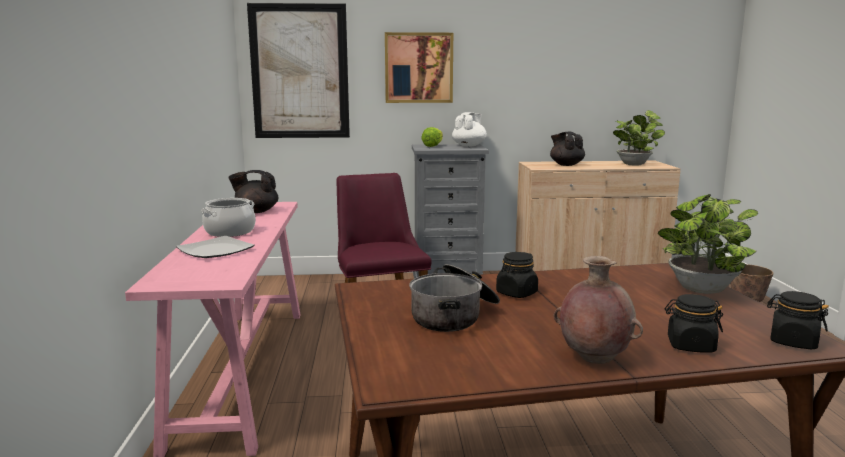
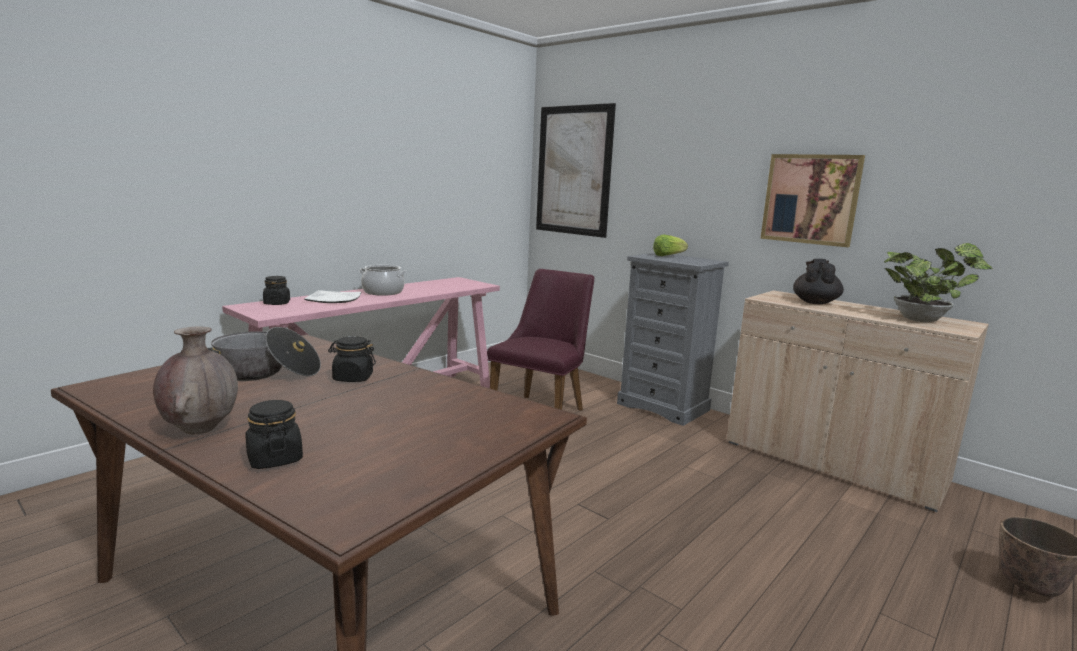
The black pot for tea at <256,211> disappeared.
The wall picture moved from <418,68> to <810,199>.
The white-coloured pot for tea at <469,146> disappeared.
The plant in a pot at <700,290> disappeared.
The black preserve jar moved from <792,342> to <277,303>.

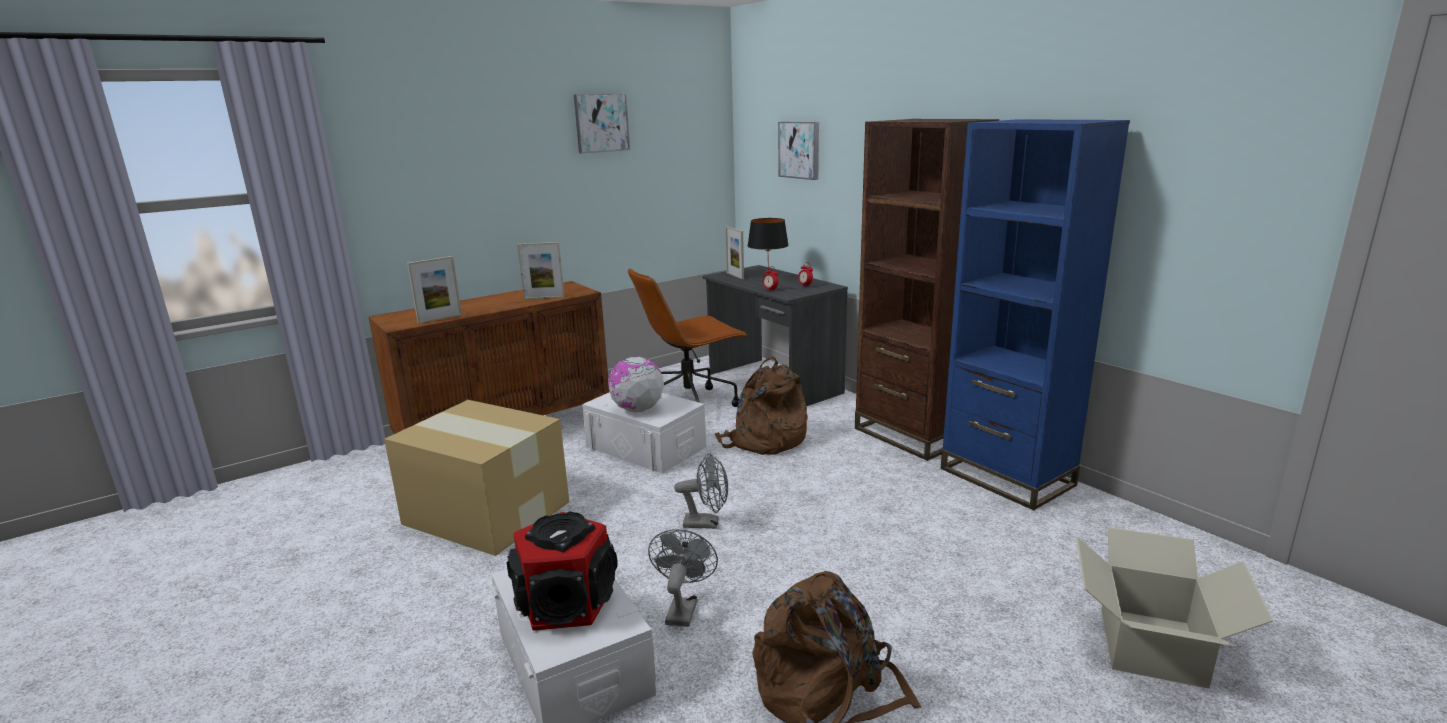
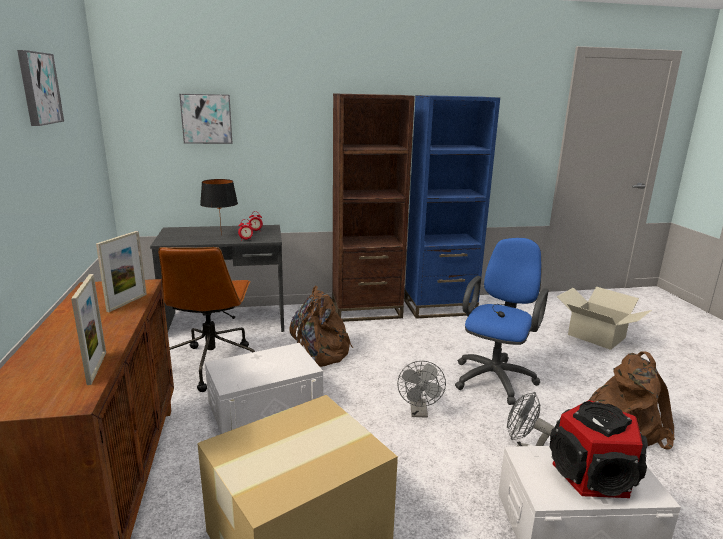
The globe at <637,410> disappeared.
The gray cooling fan at <707,523> turned 150 degrees clockwise.
The photo frame at <735,275> disappeared.
The bluish office chair at <495,377> appeared.

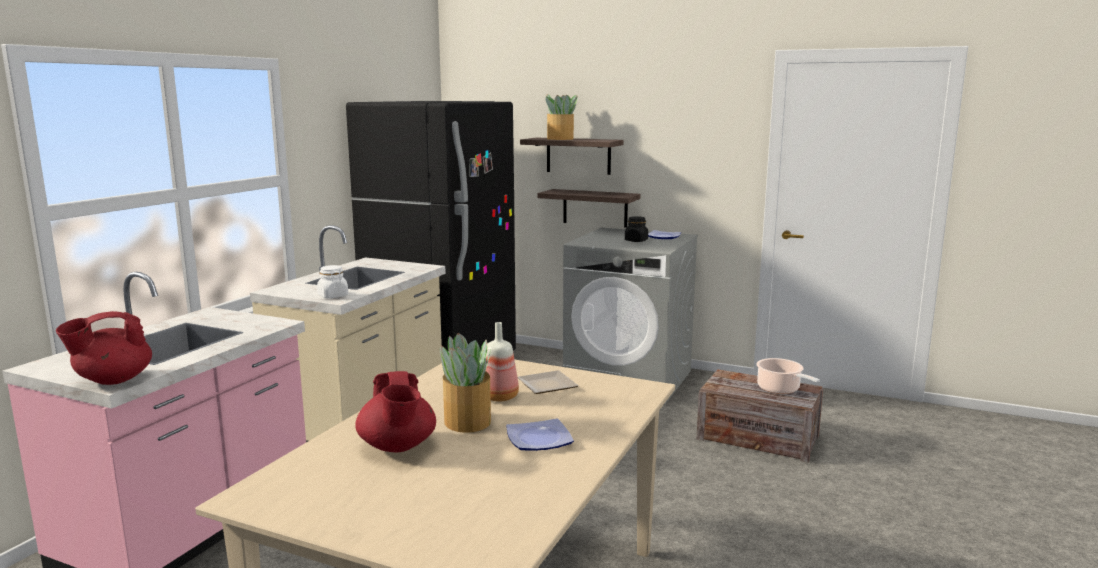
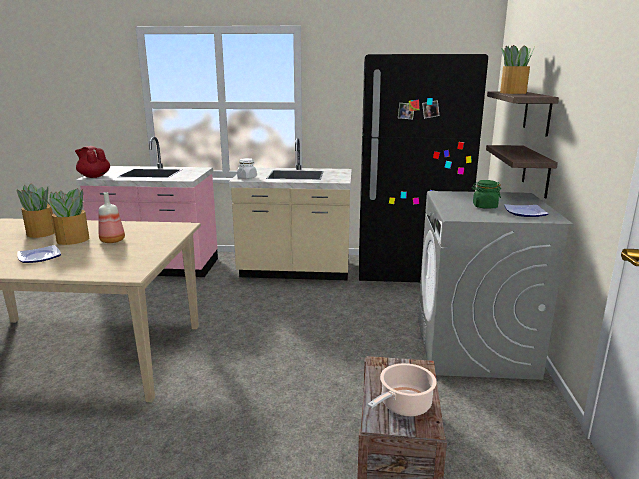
The red pot for tea at <397,447> was replaced by the plant in a pot at <41,233>.
The dinner plate at <548,384> disappeared.
The black preserve jar at <636,240> became the green-coloured preserve jar at <484,206>.

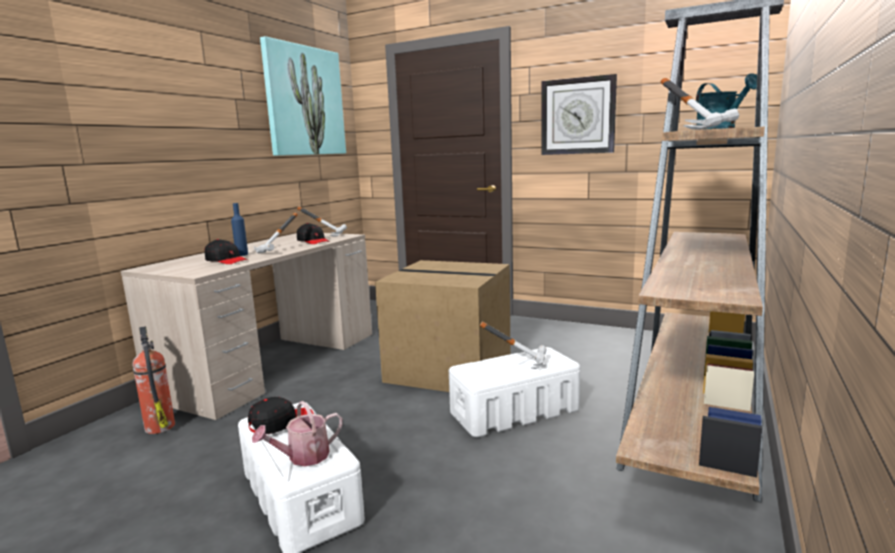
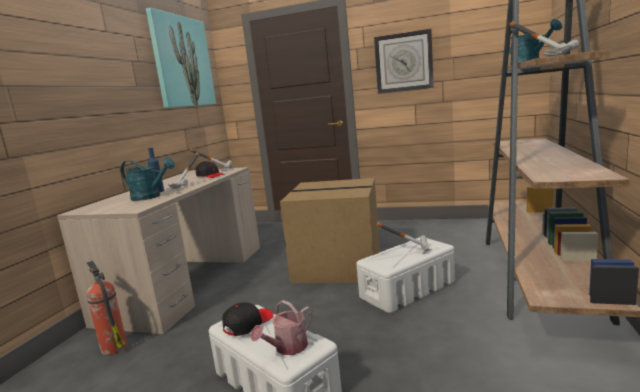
The black baseball cap at <226,260> was replaced by the turquoise watering pot at <150,197>.

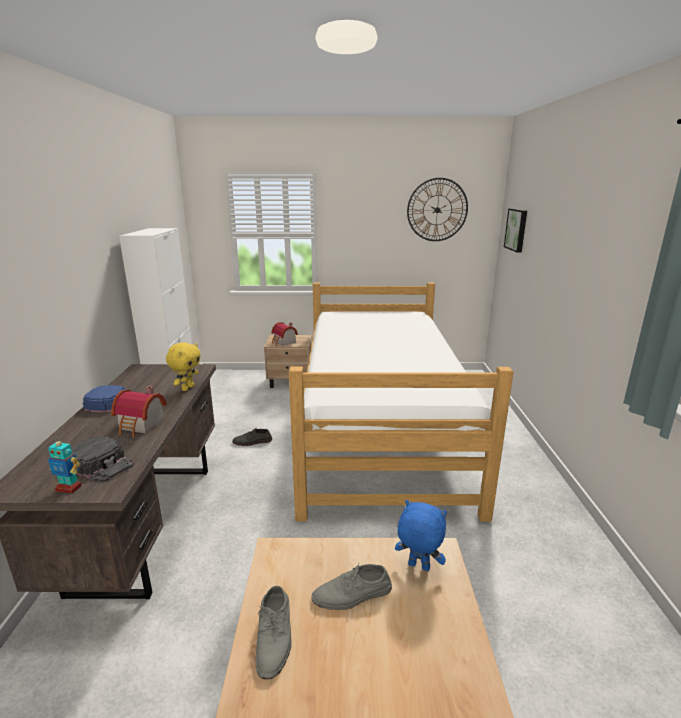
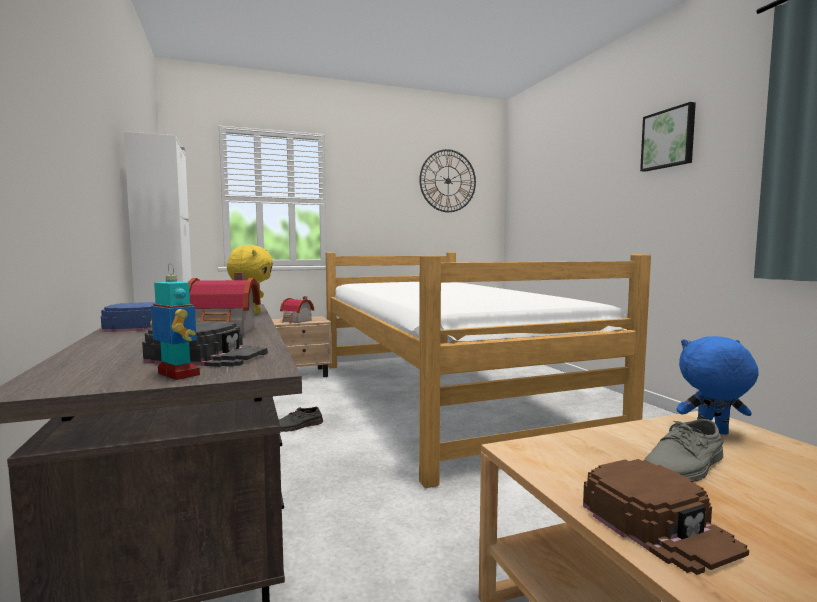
The robot figure at <69,488> turned 135 degrees counterclockwise.
The gray low shoe at <275,636> was replaced by the brown-coloured baseball cap at <659,525>.
The wall picture moved from <517,229> to <669,139>.

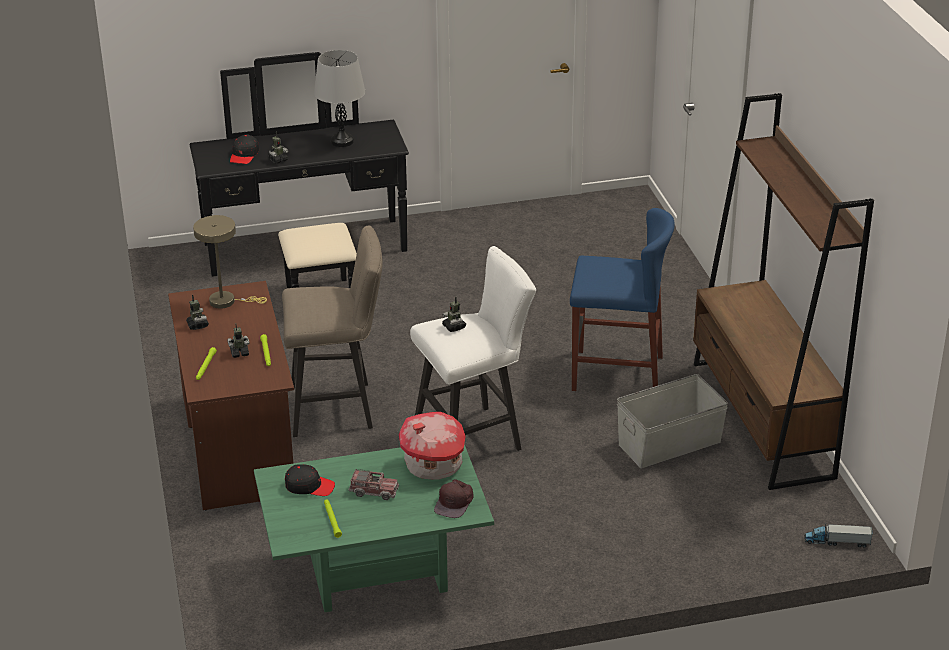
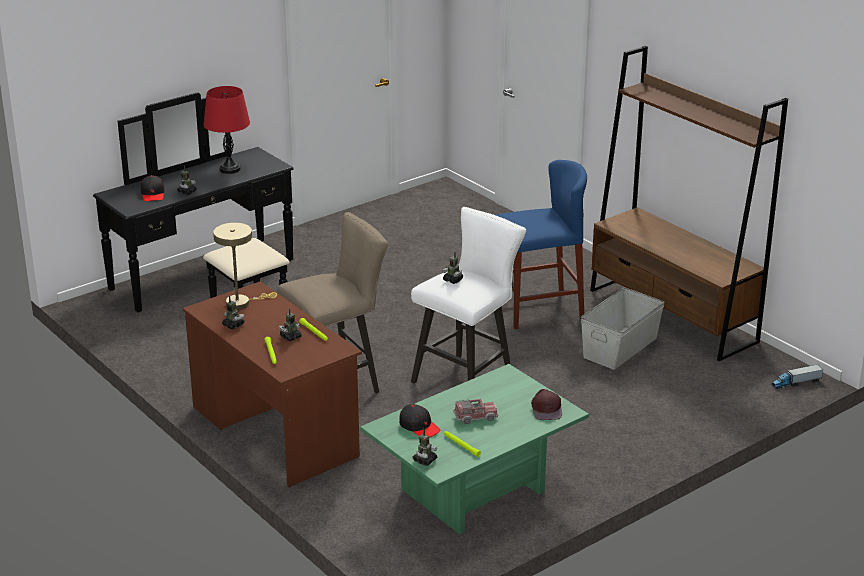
The black baseball cap at <309,486> turned 60 degrees clockwise.
The gray lamp for a table at <342,141> became the red lamp for a table at <230,169>.
The toy house at <433,466> disappeared.
The robot figure at <425,460> appeared.

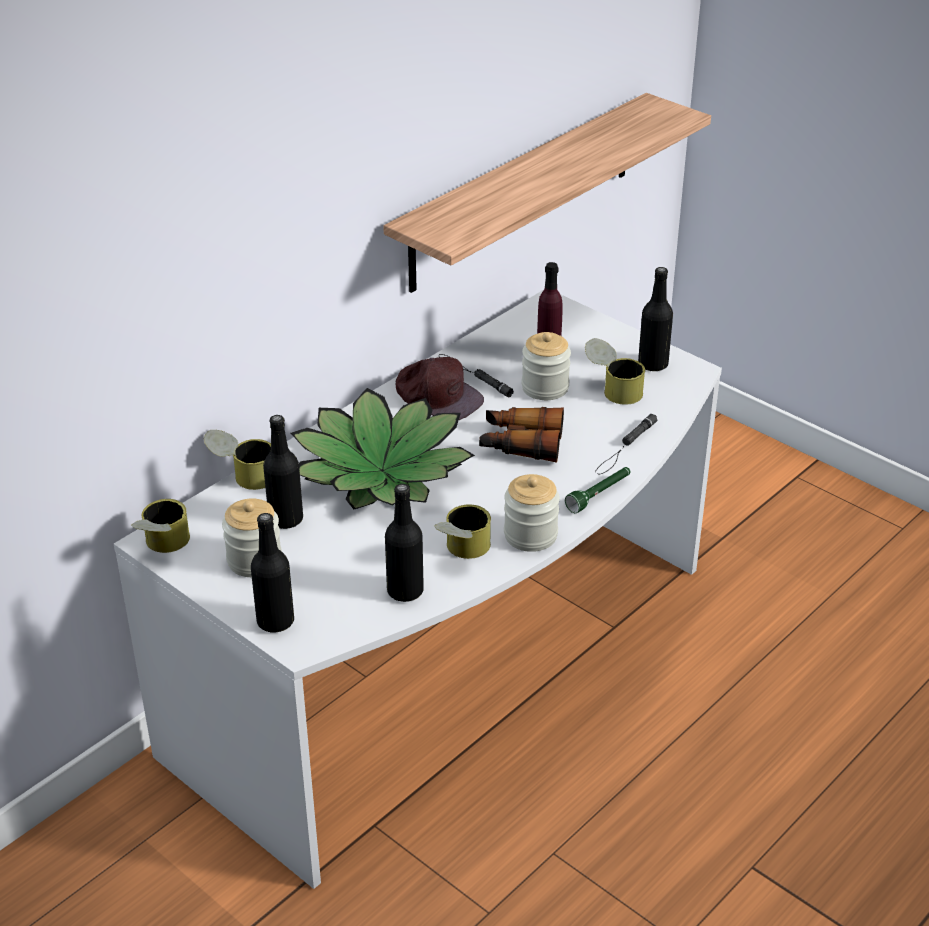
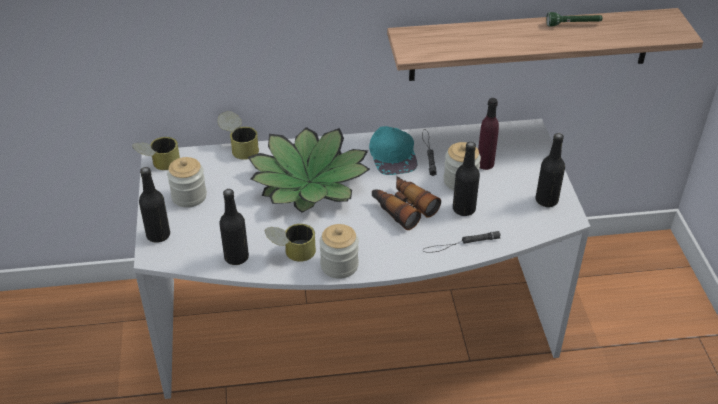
The black beverage bottle moved from <286,519> to <464,209>.
The brown-coloured baseball cap at <438,396> became the turquoise baseball cap at <393,154>.
The green-coloured torch moved from <599,495> to <573,24>.
The can at <613,389> disappeared.

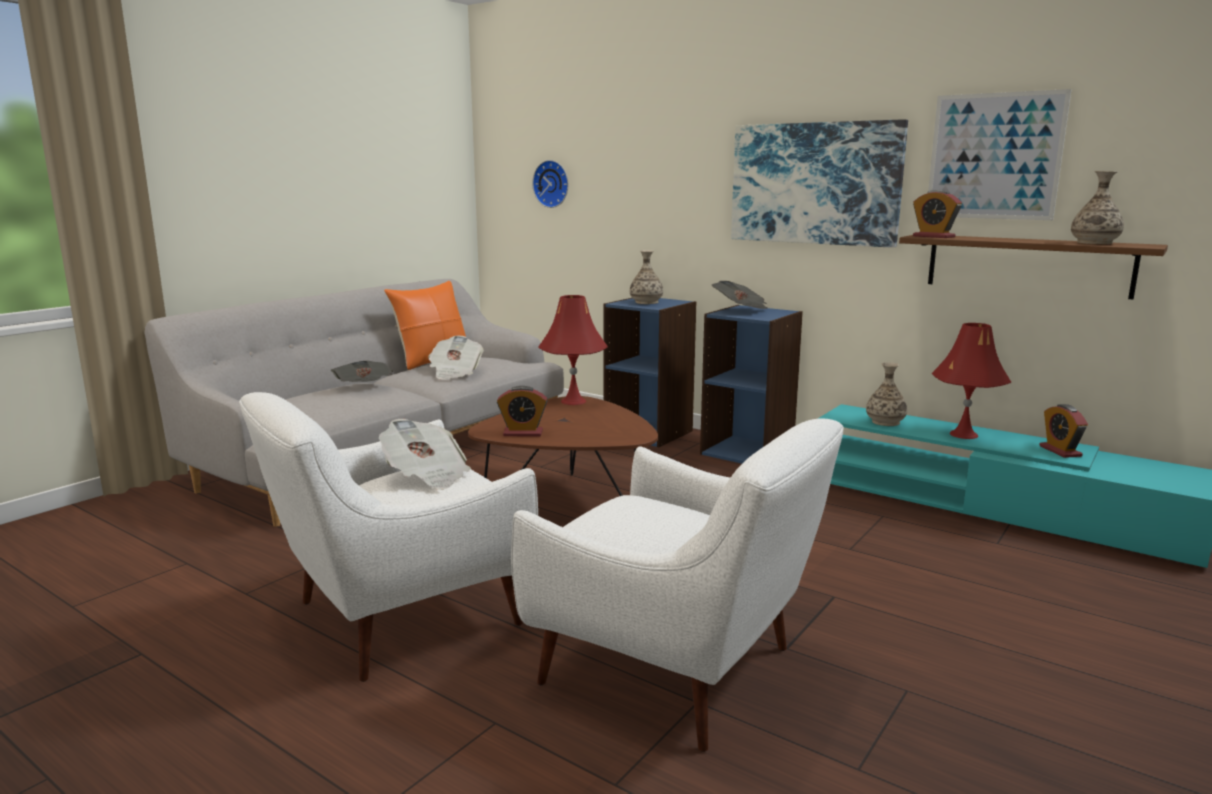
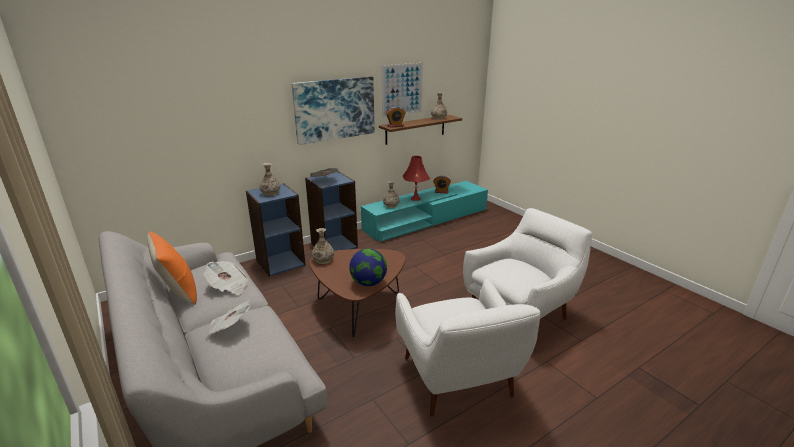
The printed paper at <426,476> disappeared.
The alarm clock at <523,433> was replaced by the globe at <368,283>.
The wall clock at <552,184> disappeared.
The red lamp for a table at <573,401> was replaced by the decorative vase at <323,260>.

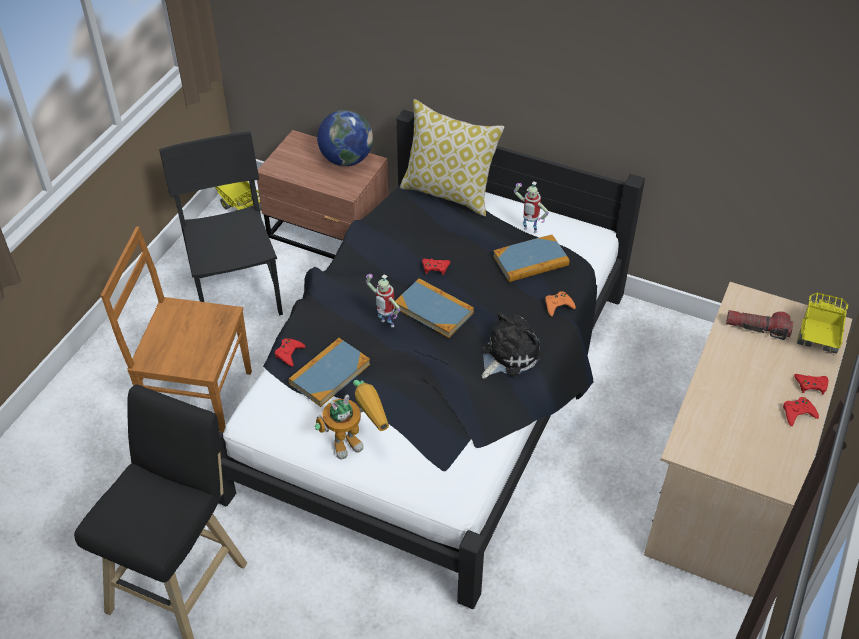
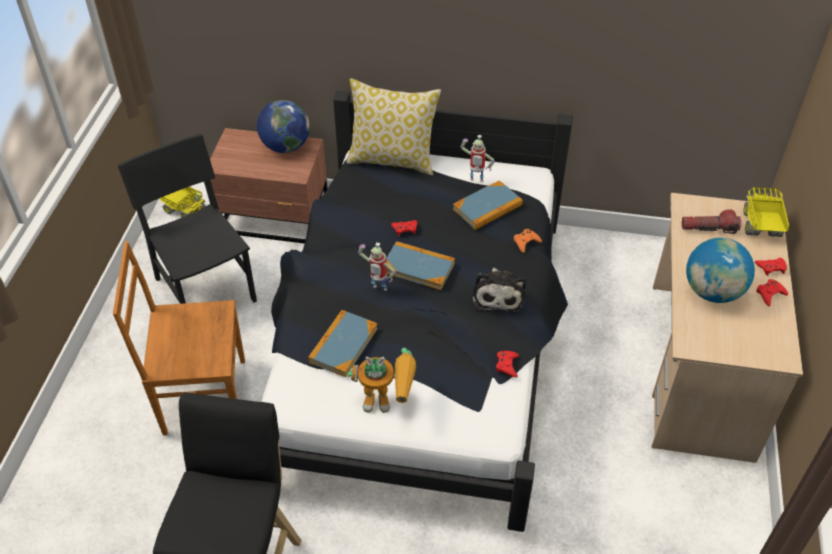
The red gamepad moved from <289,353> to <507,365>.
The robot figure at <356,439> turned 45 degrees clockwise.
The soft toy at <508,355> turned 150 degrees clockwise.
The globe at <713,292> appeared.

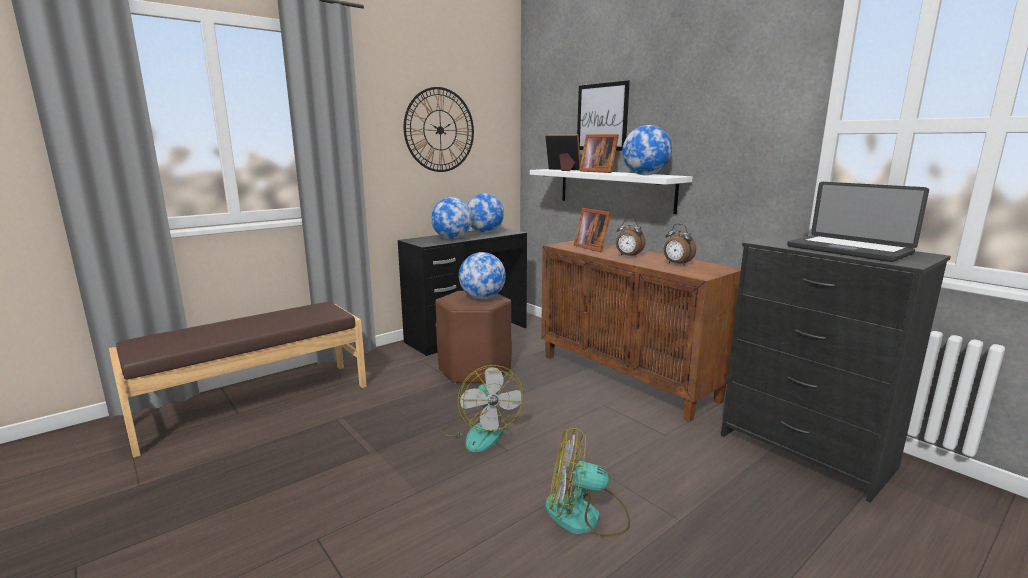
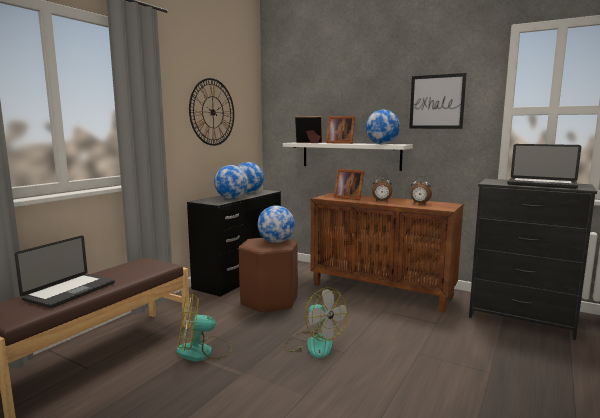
The cooling fan moved from <585,516> to <203,352>.
The wall picture moved from <602,117> to <437,102>.
The portable computer at <70,291> appeared.

